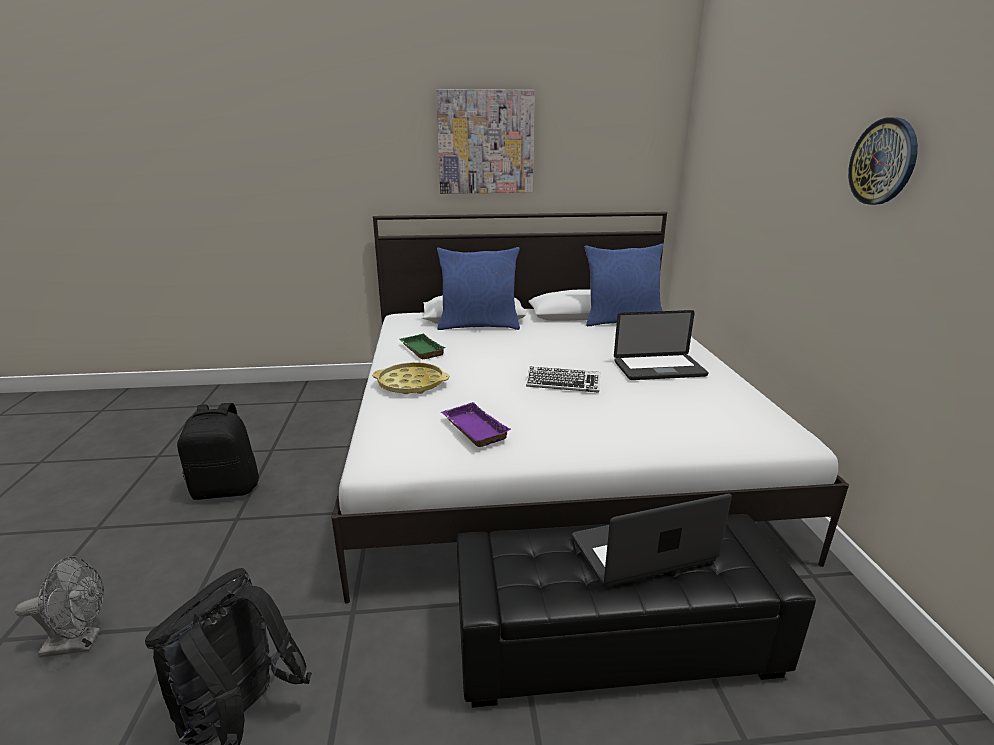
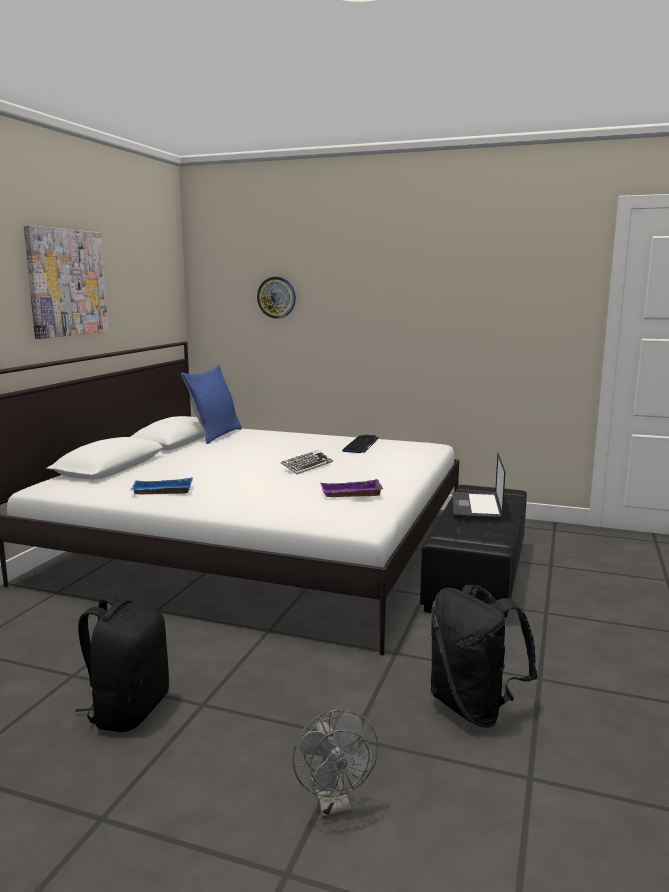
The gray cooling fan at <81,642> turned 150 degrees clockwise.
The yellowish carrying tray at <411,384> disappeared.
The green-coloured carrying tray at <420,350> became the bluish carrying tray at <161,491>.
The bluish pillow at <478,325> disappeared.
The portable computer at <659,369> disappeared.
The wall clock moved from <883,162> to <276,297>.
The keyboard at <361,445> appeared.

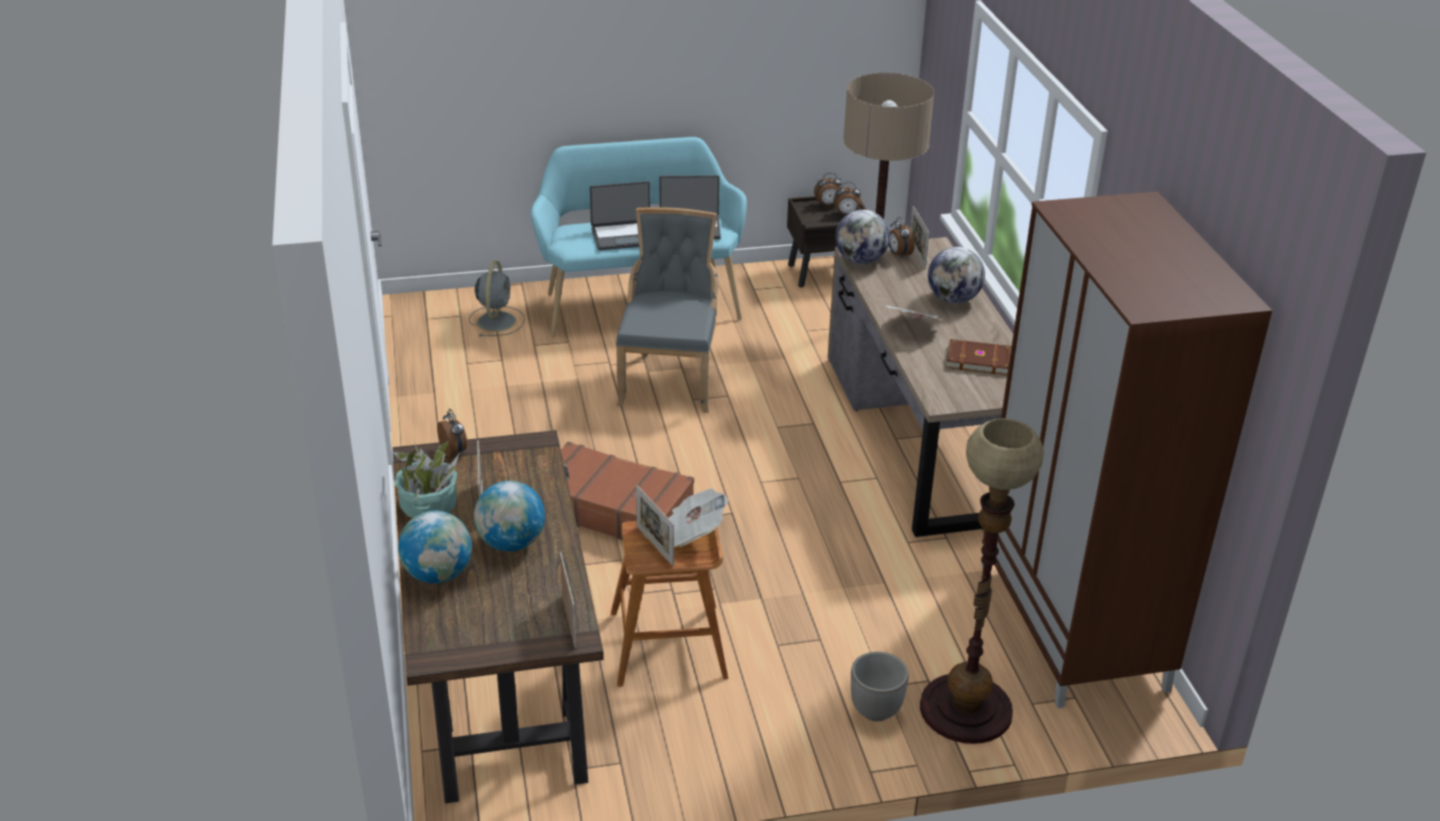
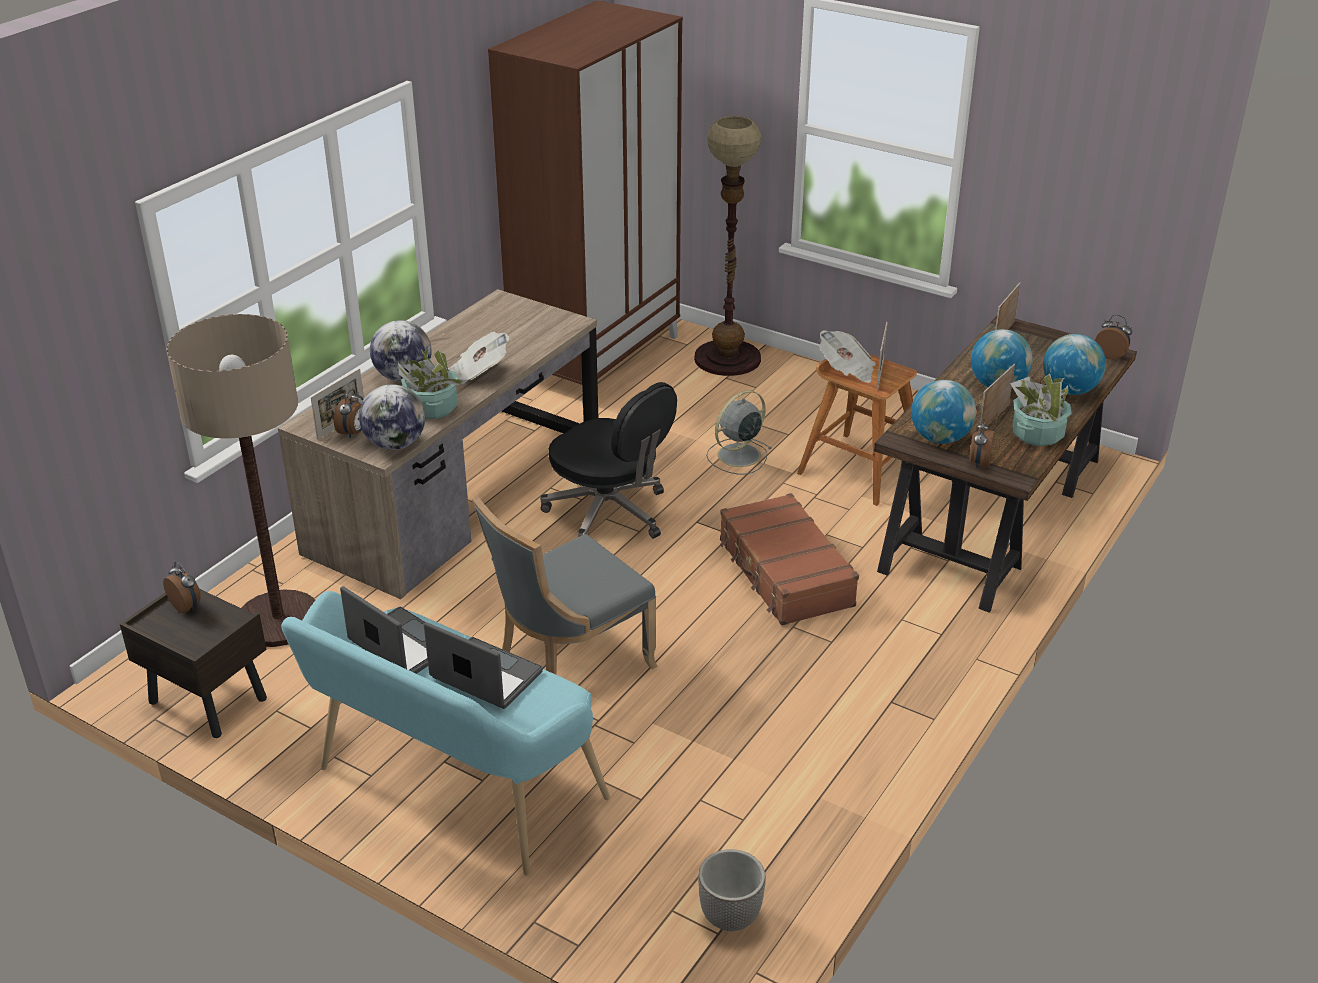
The gray cooling fan moved from <497,320> to <737,456>.
The alarm clock moved from <827,205> to <1111,355>.
The plant pot moved from <875,710> to <729,918>.
The brown-coloured volume at <978,359> disappeared.
The plant in a pot at <432,408> appeared.
The black office chair at <610,513> appeared.
The globe at <940,438> appeared.

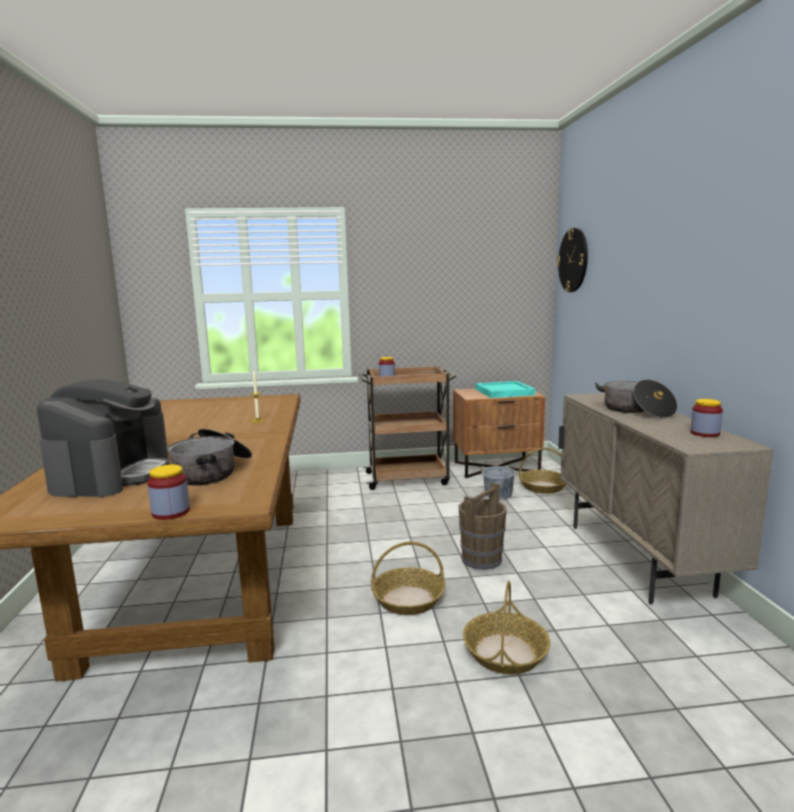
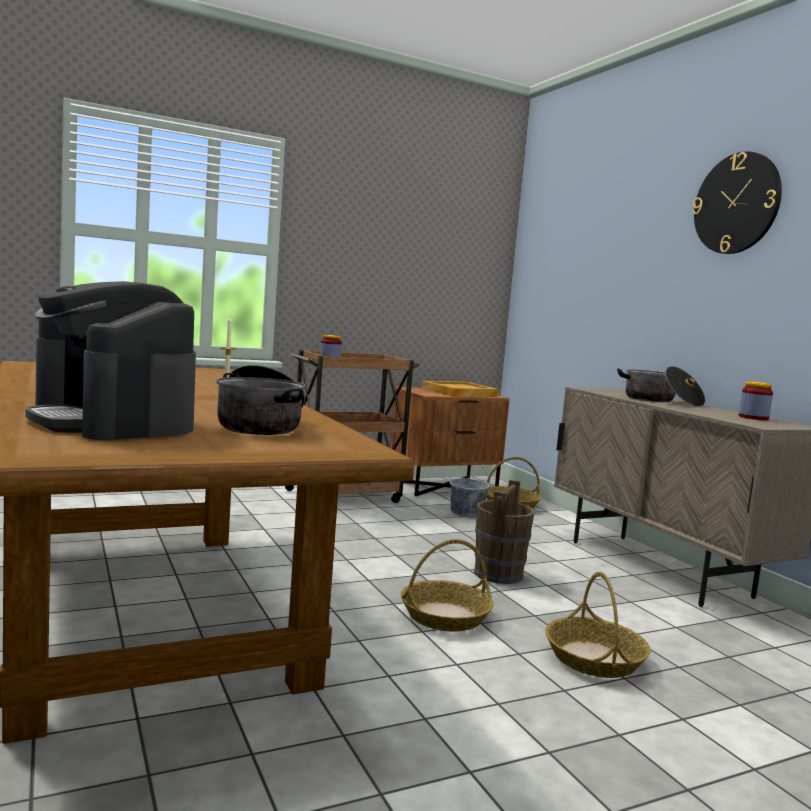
The coffee machine at <112,474> turned 150 degrees clockwise.
The preserve jar at <171,512> disappeared.
The turquoise carrying tray at <504,392> became the beige carrying tray at <459,392>.
The wall clock moved from <573,260> to <736,203>.

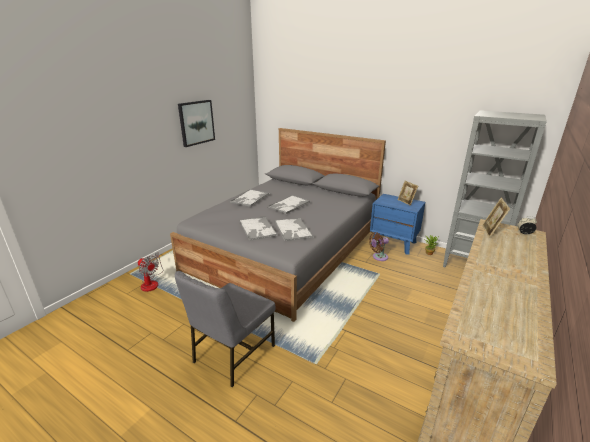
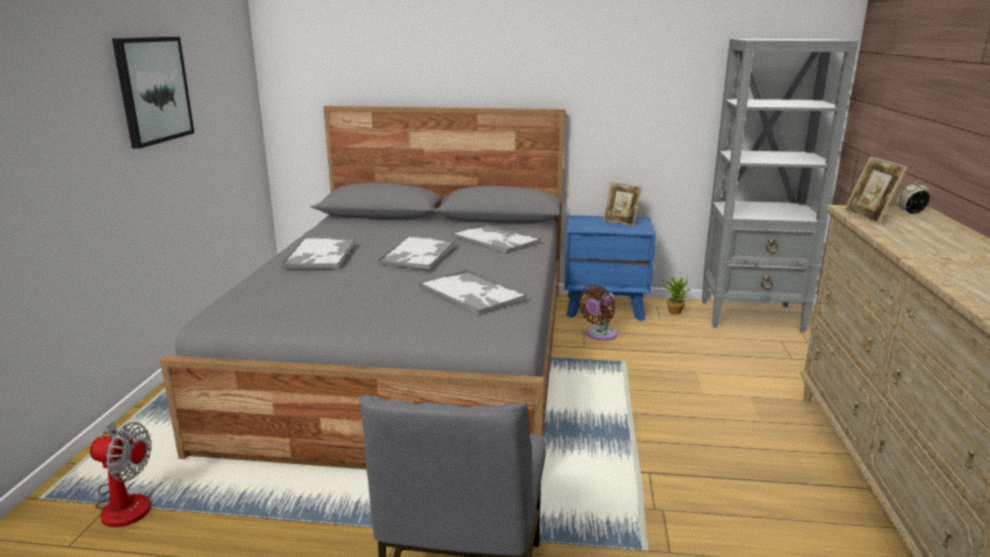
The carrying tray moved from <258,229> to <496,240>.

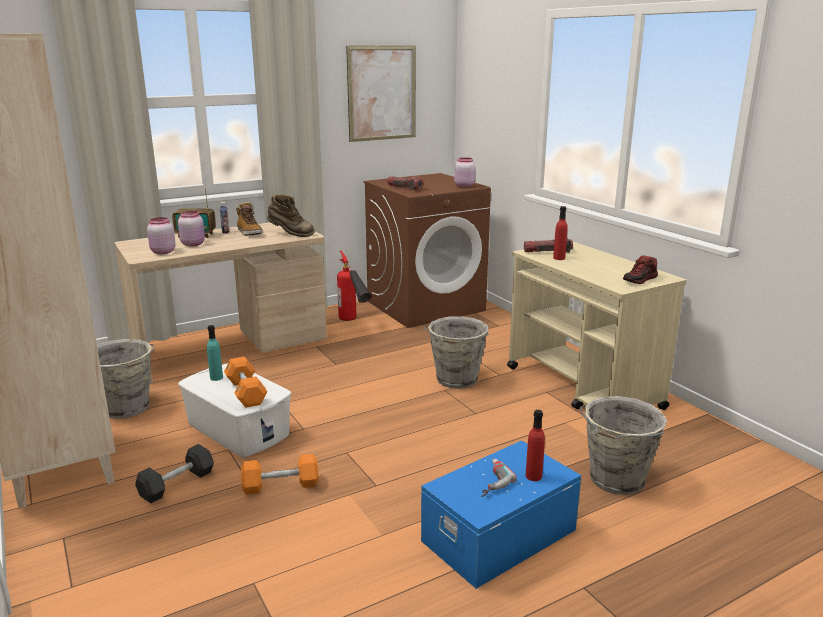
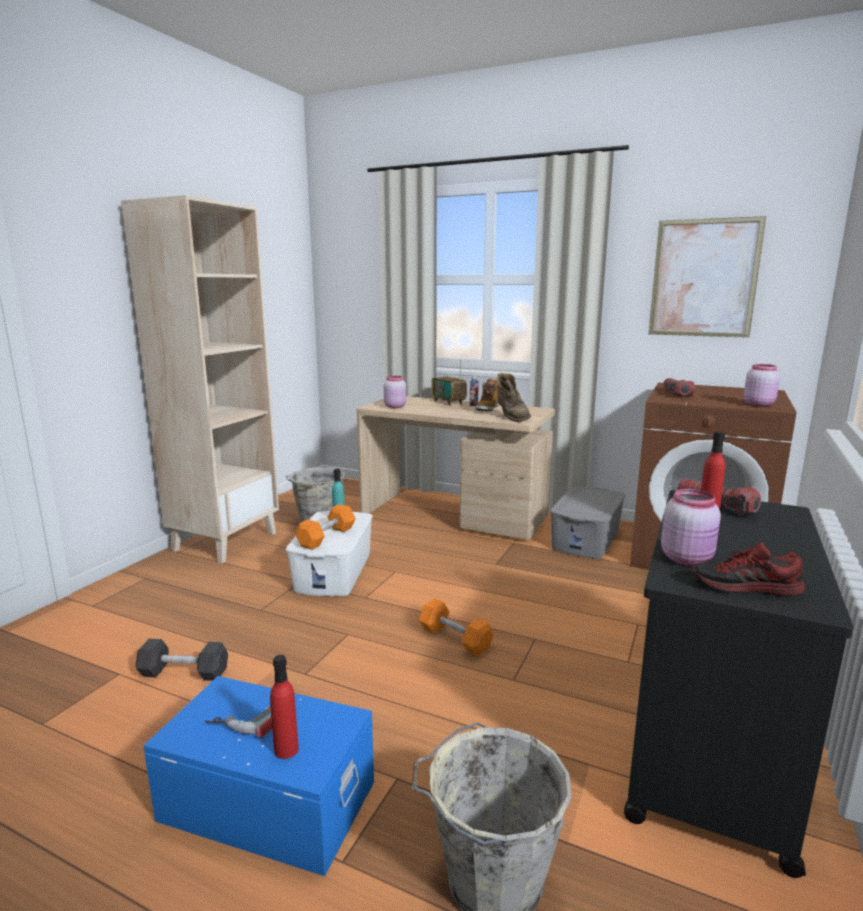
The gray free weight moved from <177,484> to <184,673>.
The pink-coloured preserve jar moved from <193,244> to <687,558>.
The orangey free weight moved from <281,485> to <455,638>.
The fire extinguisher at <354,323> was replaced by the gray storage bin at <587,539>.
The gray pail at <456,380> disappeared.
The beige wheeled cart at <583,388> became the black wheeled cart at <709,748>.

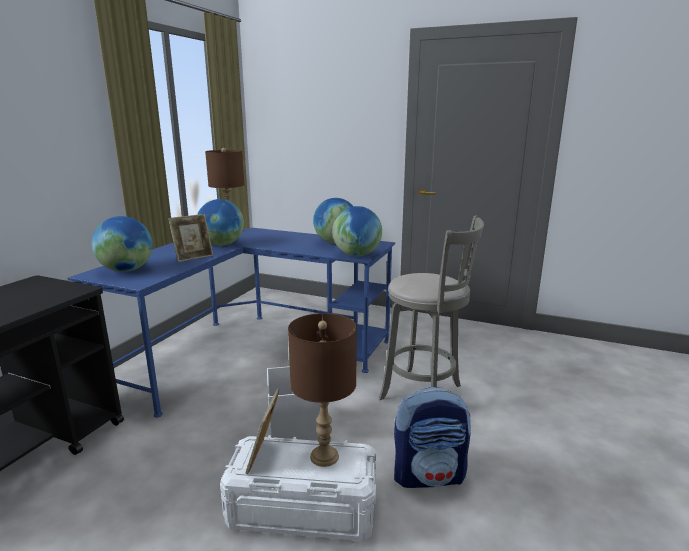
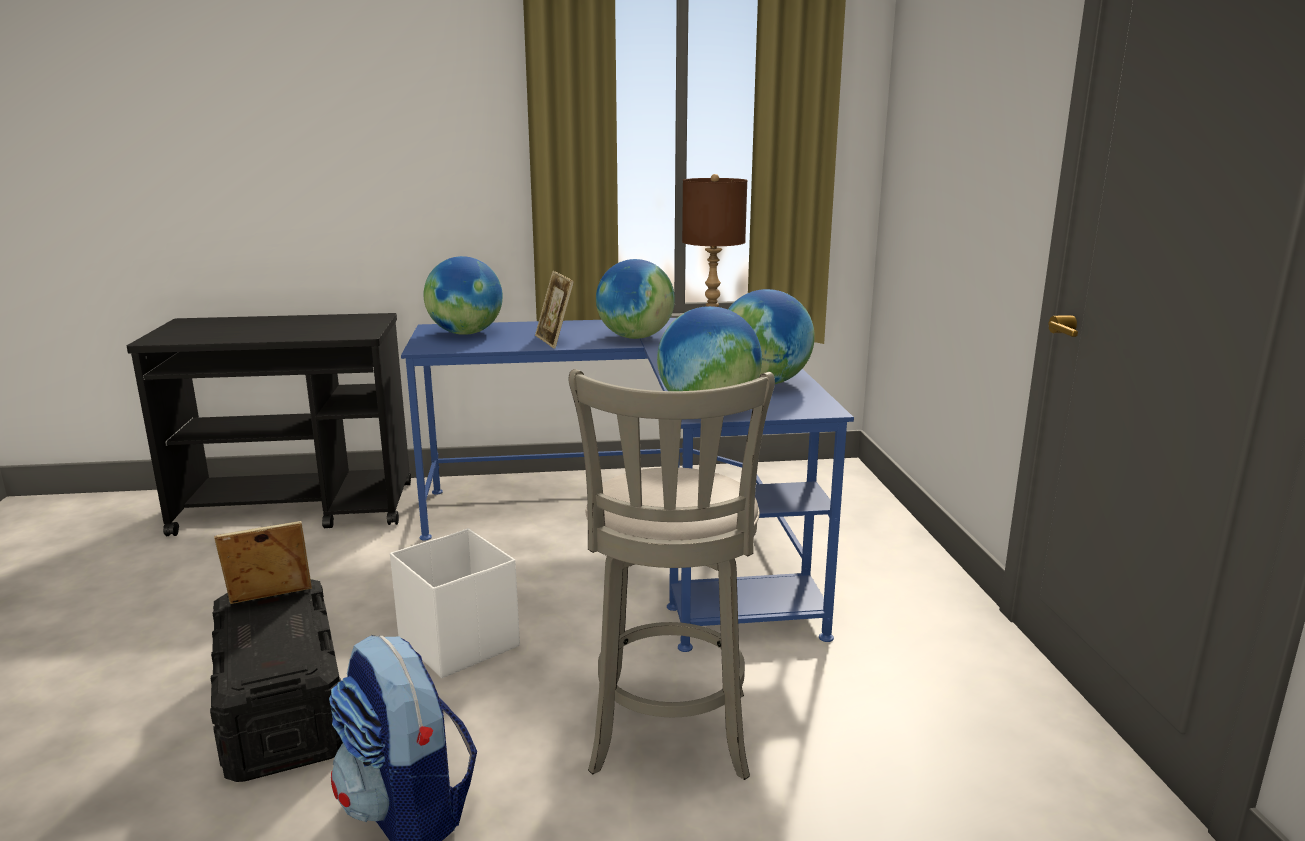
The photo frame at <193,257> turned 45 degrees clockwise.
The white-coloured storage bin at <302,508> became the black storage bin at <283,707>.
The brown-coloured lamp for a table at <325,456> disappeared.

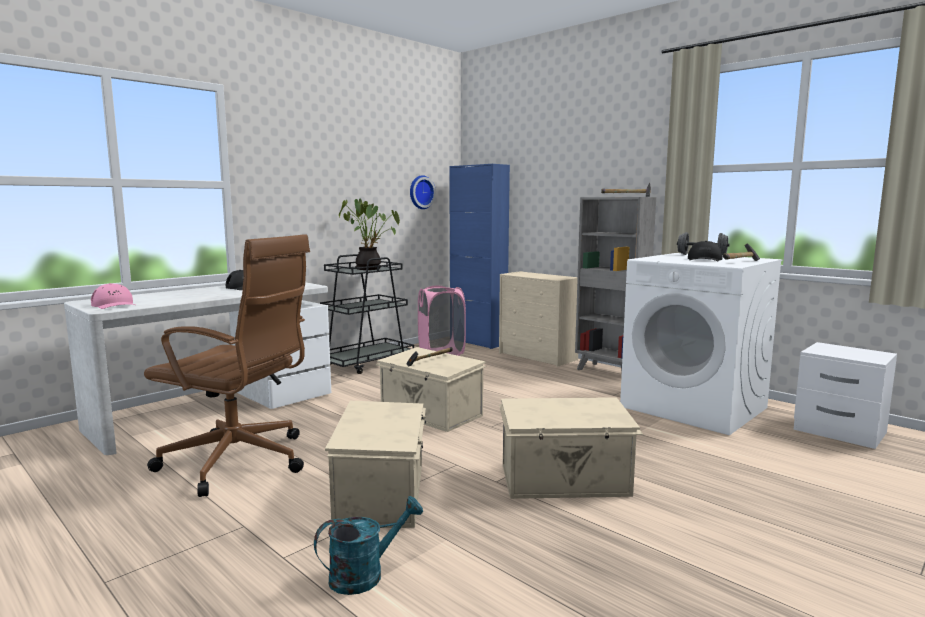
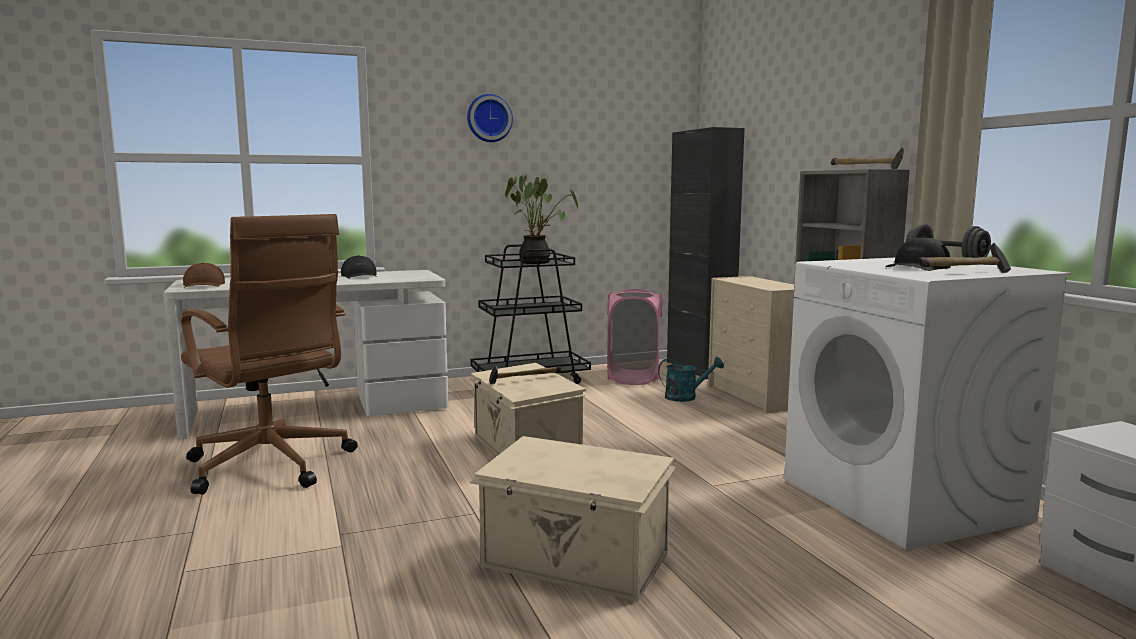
The pink-coloured baseball cap at <114,305> became the brown-coloured baseball cap at <203,285>.
The turquoise watering pot moved from <365,574> to <686,397>.
The beige storage bin at <383,494> disappeared.
The wall clock moved from <420,192> to <489,118>.
The bluish cupboard at <478,342> became the black cupboard at <699,369>.

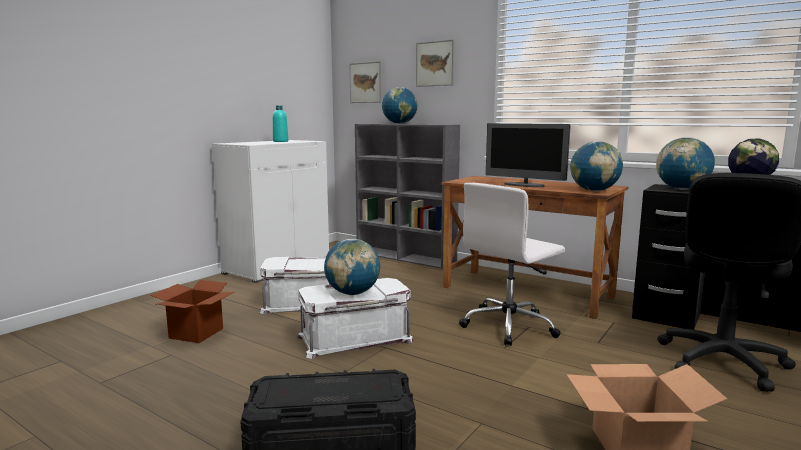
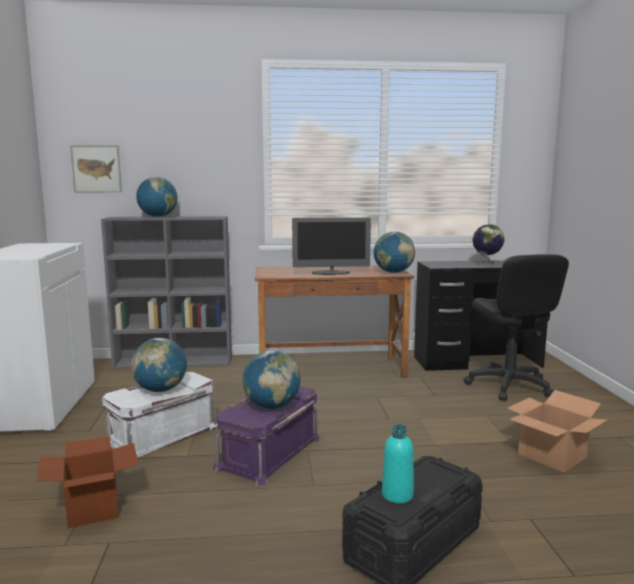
The turquoise beverage bottle moved from <280,141> to <397,495>.
The white-coloured storage bin at <354,338> became the purple storage bin at <268,452>.
The wall picture at <435,63> disappeared.
The white-coloured office chair at <509,326> disappeared.
The globe moved from <682,189> to <160,390>.

